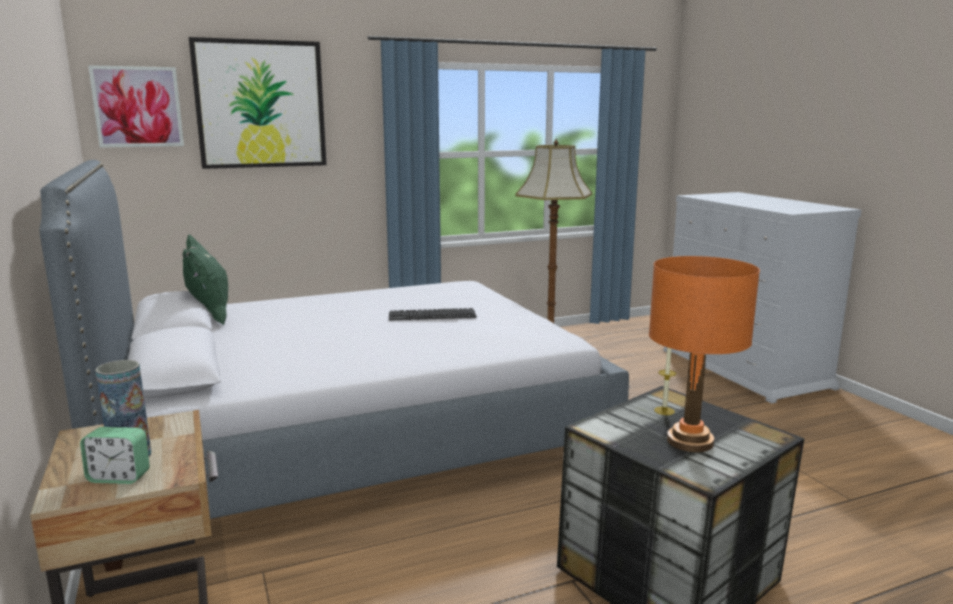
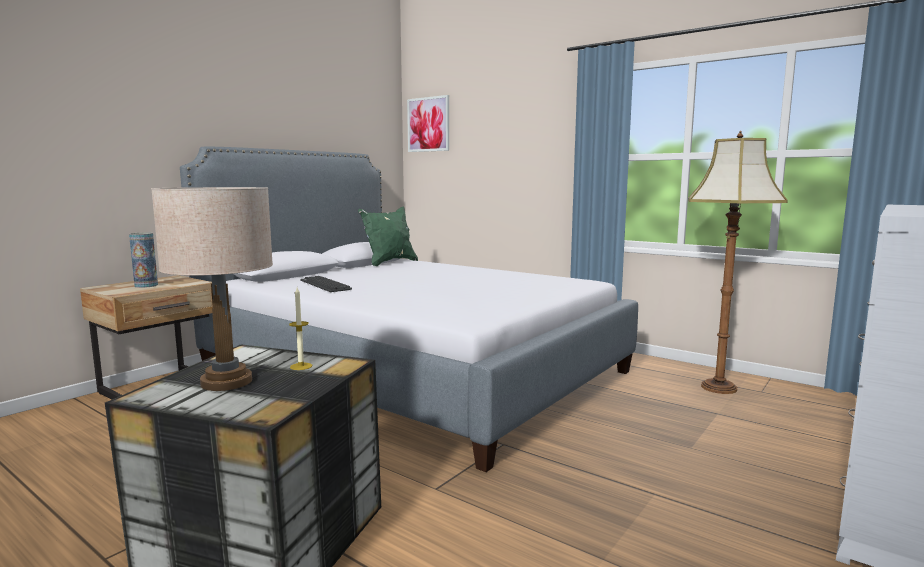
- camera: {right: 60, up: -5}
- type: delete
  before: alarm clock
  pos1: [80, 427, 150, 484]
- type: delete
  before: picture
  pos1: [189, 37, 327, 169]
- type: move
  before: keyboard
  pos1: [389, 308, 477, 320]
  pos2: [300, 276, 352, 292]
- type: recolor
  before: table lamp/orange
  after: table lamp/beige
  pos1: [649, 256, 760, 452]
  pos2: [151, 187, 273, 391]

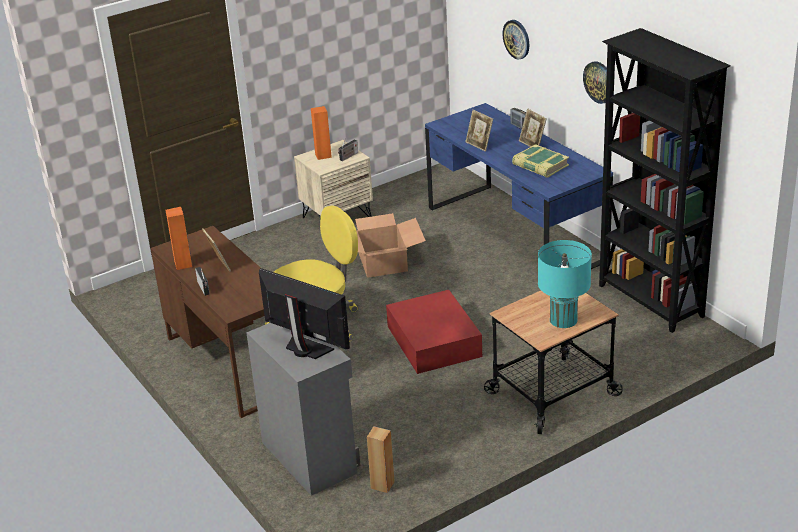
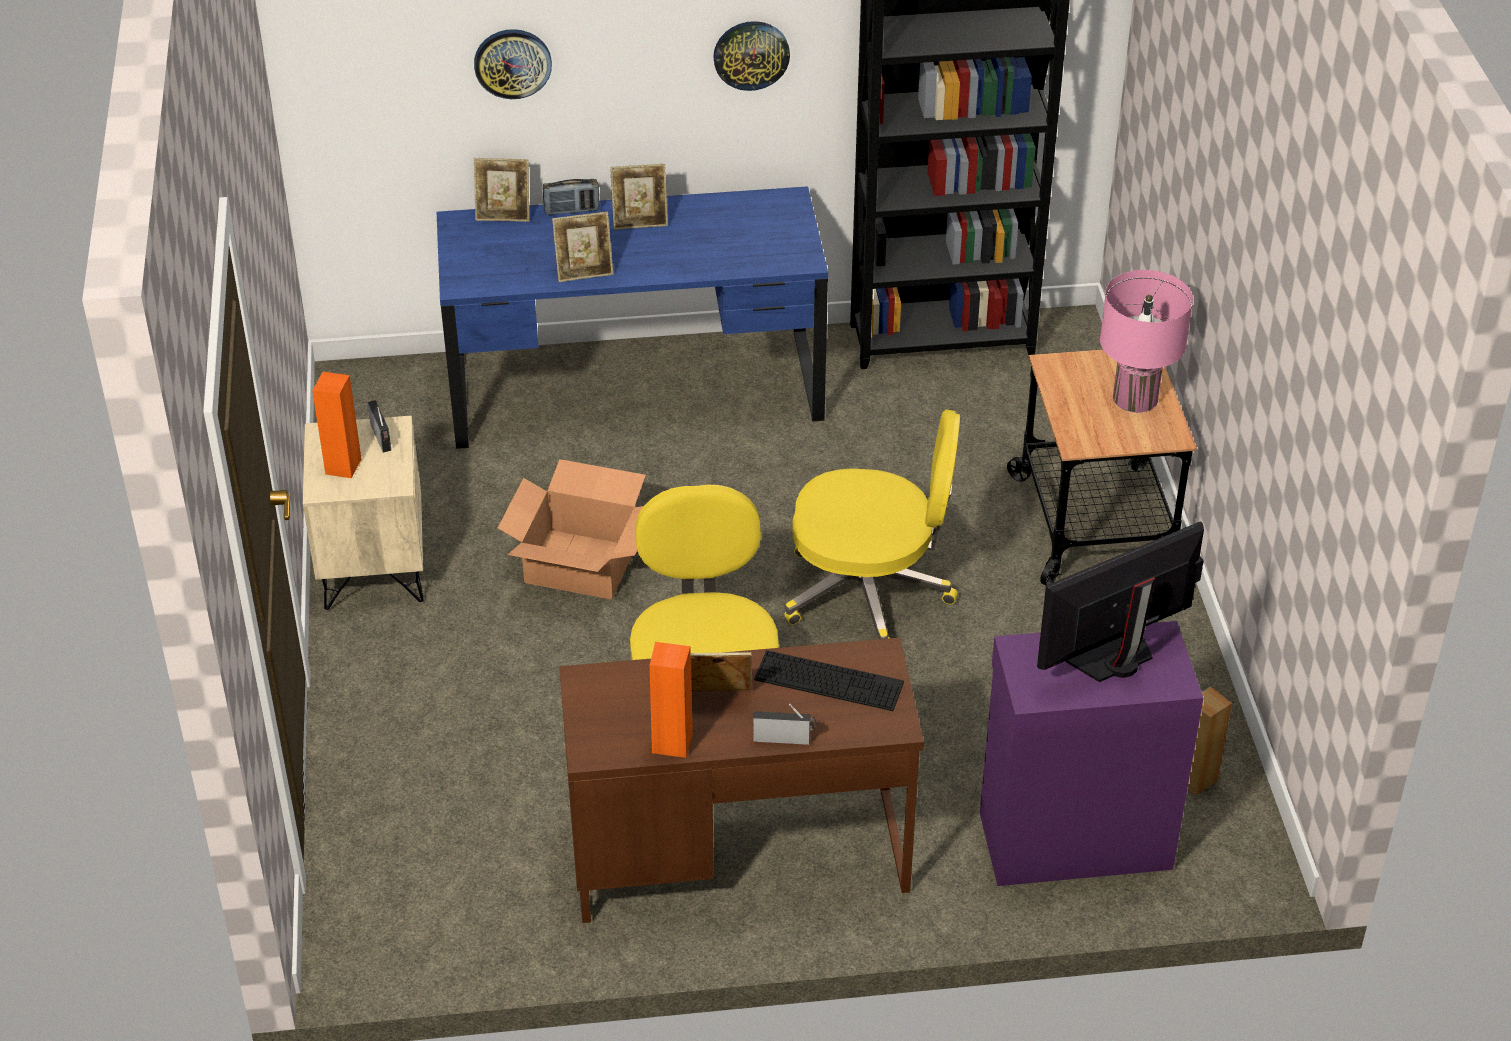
- camera: {right: -65, up: 10}
- type: recolor
  before: cabinet/grey
  after: cabinet/purple
  pos1: [246, 323, 361, 496]
  pos2: [980, 621, 1203, 886]
- type: replace
  before: storage box/red
  after: office chair/yellow
  pos1: [386, 290, 482, 374]
  pos2: [784, 409, 960, 639]
- type: delete
  before: book
  pos1: [512, 144, 569, 178]
- type: recolor
  before: table lamp/turquoise
  after: table lamp/pink
  pos1: [538, 240, 592, 328]
  pos2: [1100, 270, 1193, 413]
- type: insert
  after: picture frame
  pos2: [474, 158, 530, 222]
- type: insert
  after: keyboard
  pos2: [754, 650, 904, 711]

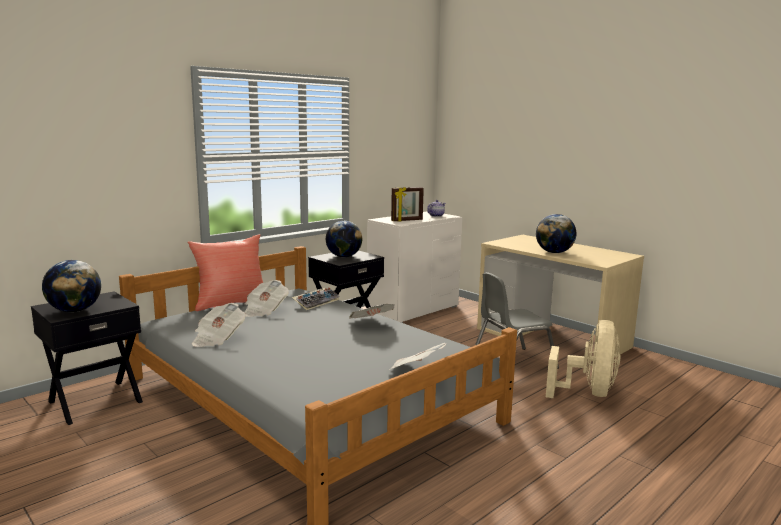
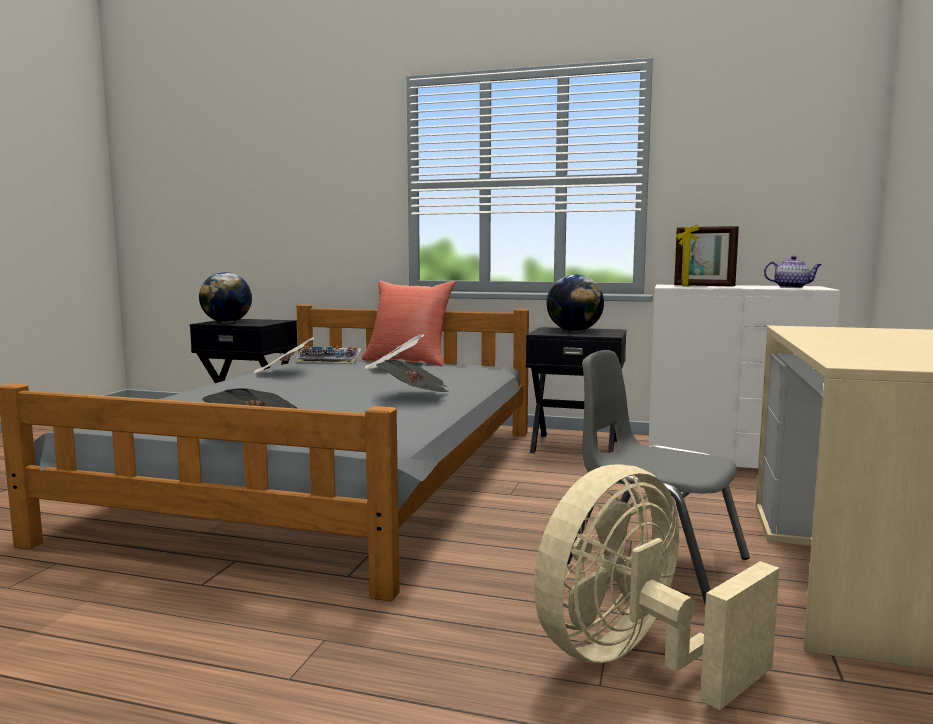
- camera: {right: 60, up: -5}
- type: move
  before: keyboard
  pos1: [292, 287, 340, 310]
  pos2: [296, 346, 361, 363]
- type: delete
  before: globe
  pos1: [536, 214, 576, 253]
- type: rotate
  before: fan/beige
  pos1: [546, 320, 620, 398]
  pos2: [534, 464, 780, 710]
  turn: 150

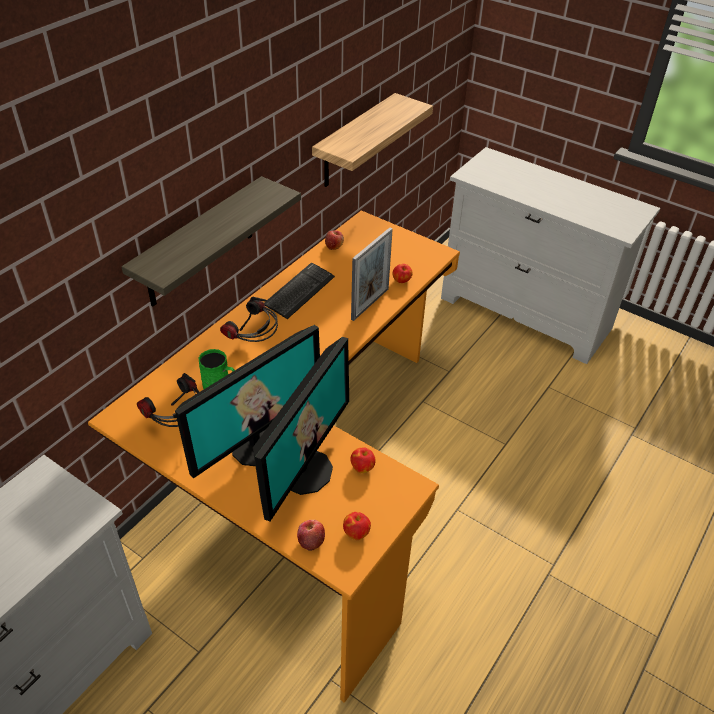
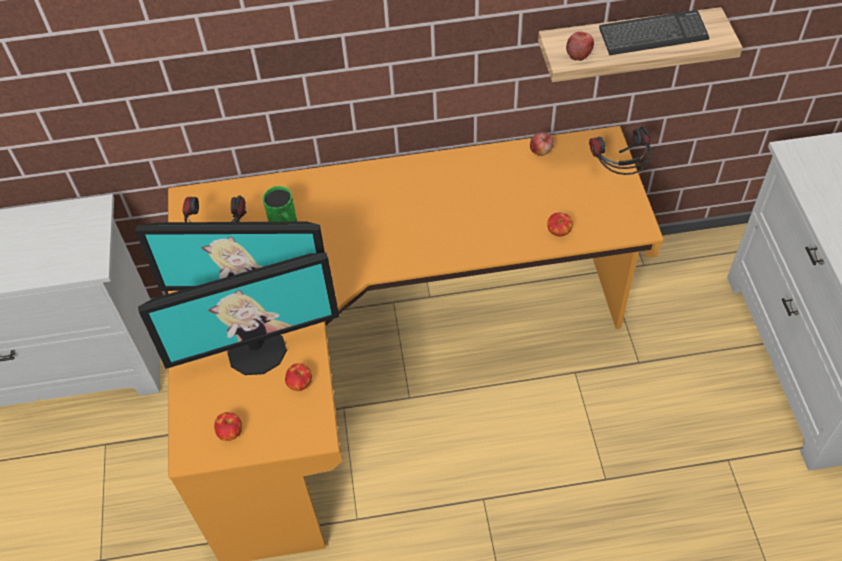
- camera: {right: 50, up: 10}
- type: delete
  before: shelf
  pos1: [121, 176, 301, 307]
- type: move
  before: headphones
  pos1: [220, 297, 278, 342]
  pos2: [589, 126, 651, 175]
- type: move
  before: keyboard
  pos1: [264, 263, 335, 319]
  pos2: [599, 10, 710, 55]
- type: move
  before: apple
  pos1: [297, 520, 325, 551]
  pos2: [566, 31, 594, 61]
- type: delete
  before: picture frame
  pos1: [351, 227, 393, 321]

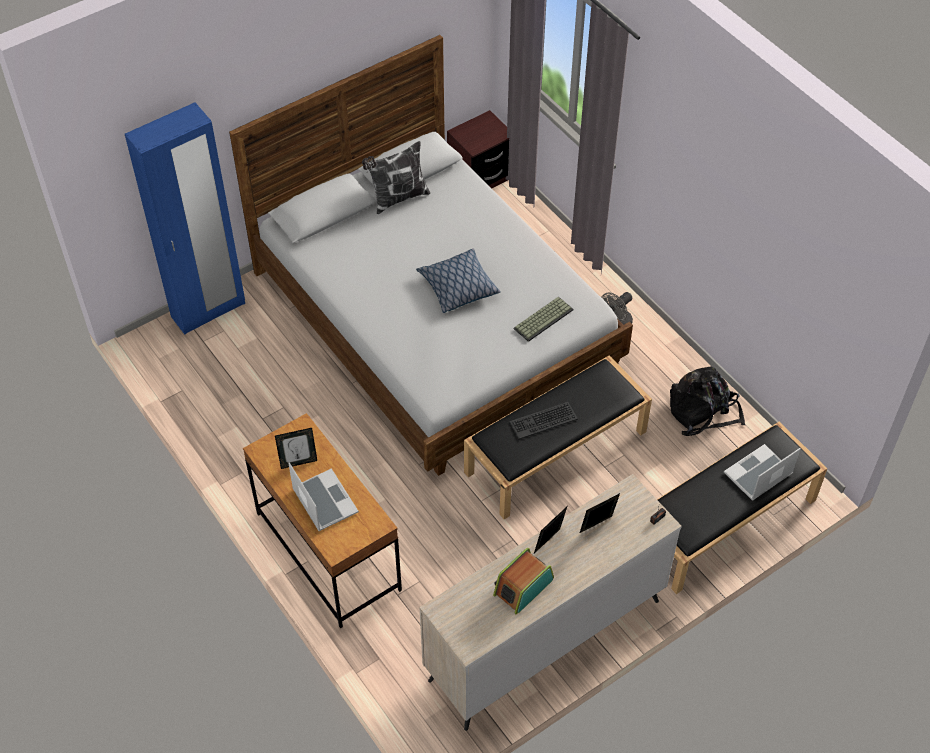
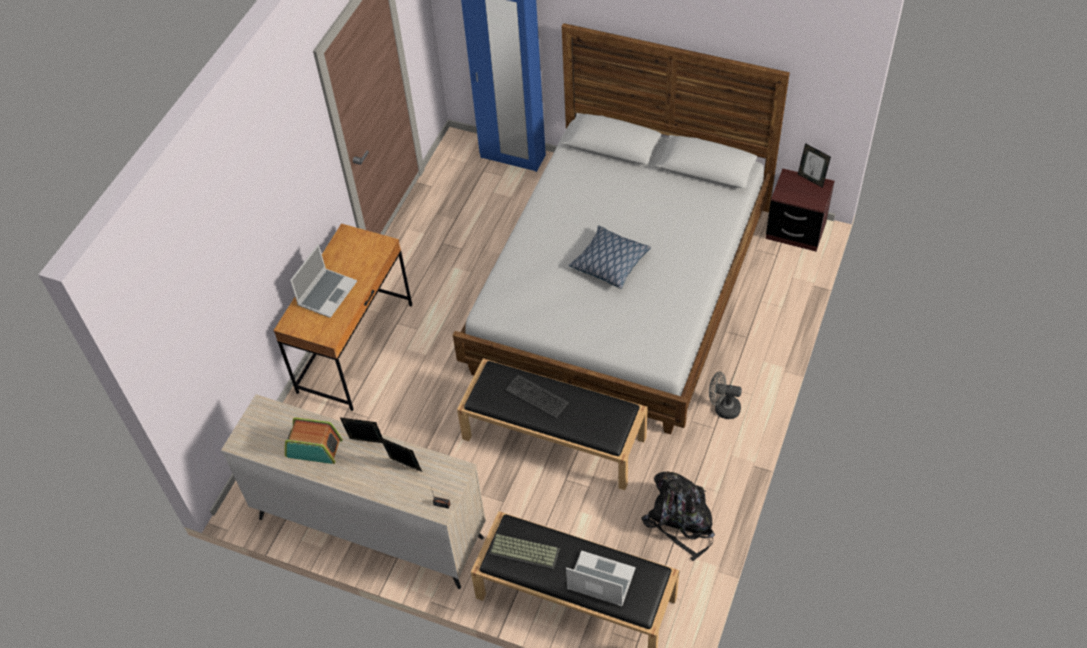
- camera: {right: 60, up: 0}
- type: move
  before: picture frame
  pos1: [275, 428, 317, 469]
  pos2: [798, 143, 831, 188]
- type: delete
  before: pillow
  pos1: [362, 141, 430, 214]
- type: move
  before: keyboard
  pos1: [514, 297, 573, 342]
  pos2: [489, 534, 560, 570]

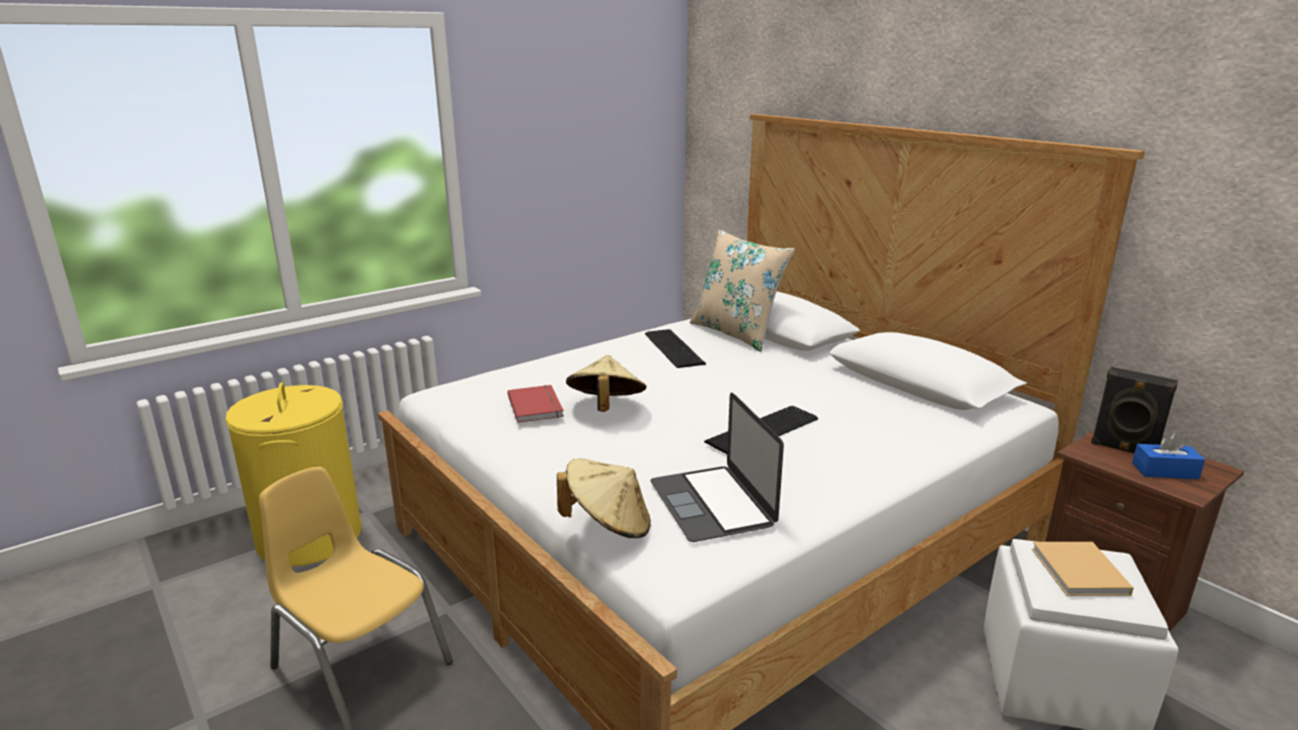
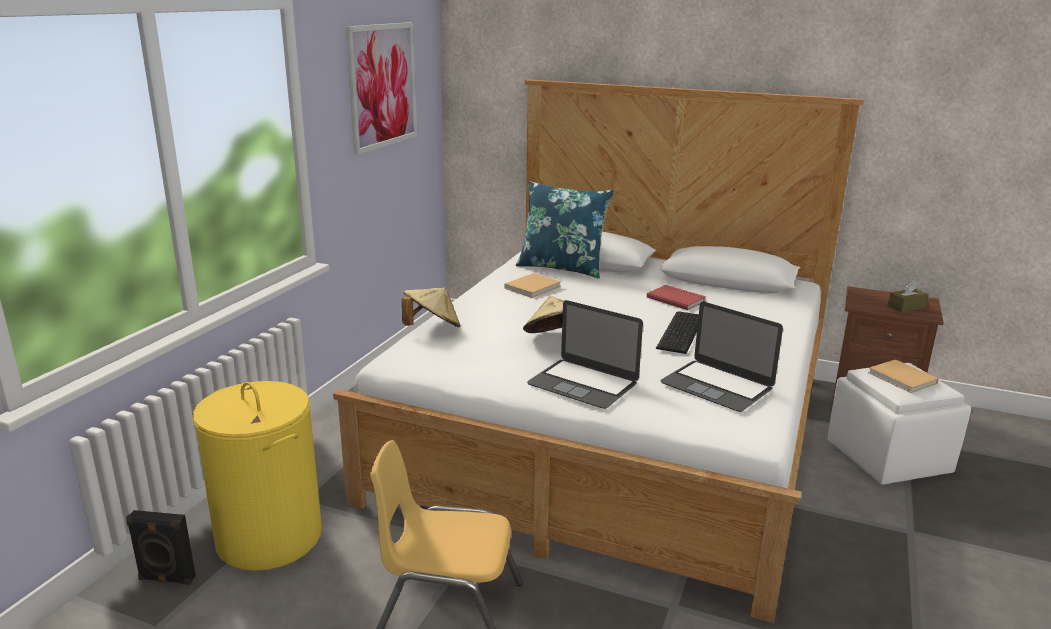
- camera: {right: -30, up: 0}
- type: move
  before: book/red
  pos1: [507, 385, 564, 423]
  pos2: [647, 285, 706, 310]
- type: move
  before: hat/beige
  pos1: [557, 458, 651, 538]
  pos2: [402, 287, 461, 327]
- type: replace
  before: keyboard
  after: book/beige
  pos1: [645, 329, 706, 368]
  pos2: [504, 273, 561, 298]
- type: recolor
  before: pillow/beige
  after: pillow/blue
  pos1: [690, 229, 795, 352]
  pos2: [516, 181, 614, 279]
- type: move
  before: speaker/black
  pos1: [1091, 367, 1178, 453]
  pos2: [126, 510, 196, 585]
- type: recolor
  before: tissue box/blue
  after: tissue box/brown
  pos1: [1132, 432, 1205, 479]
  pos2: [887, 280, 929, 312]
- type: insert
  after: picture
  pos2: [346, 22, 417, 155]
- type: insert
  after: laptop
  pos2: [527, 300, 643, 409]

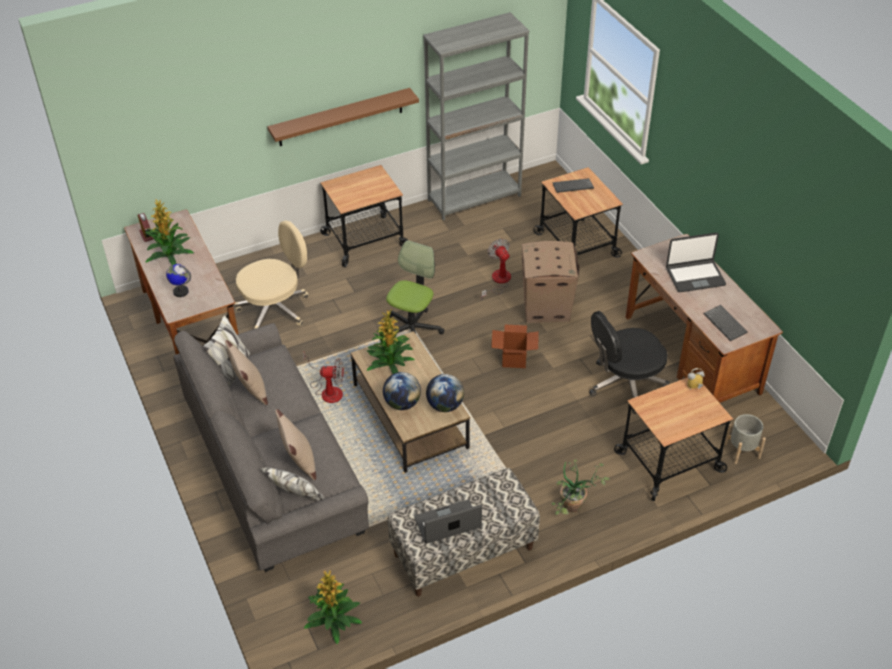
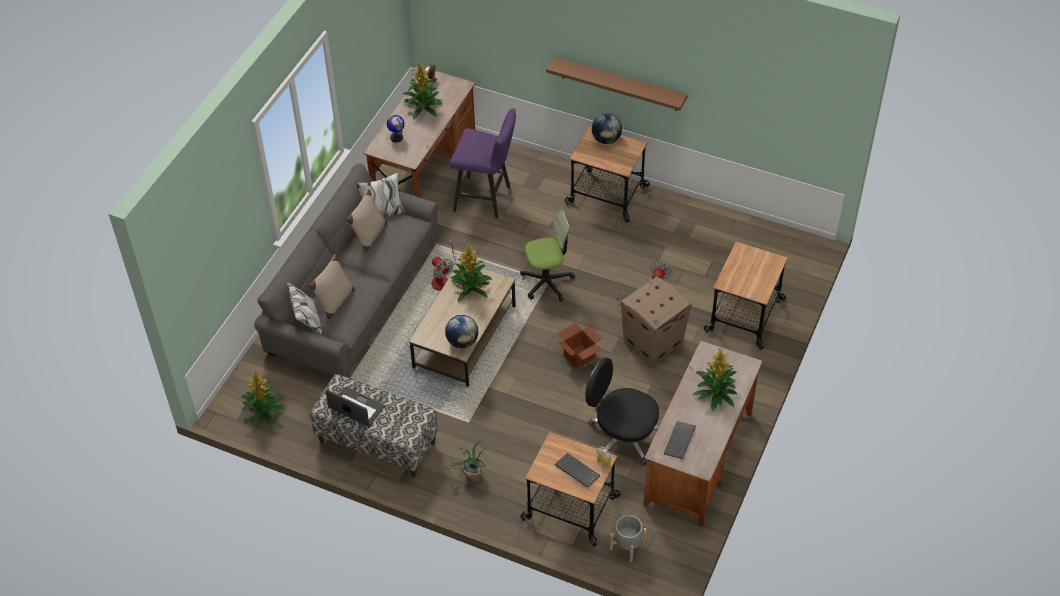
- camera: {right: 50, up: 5}
- type: replace
  before: office chair/beige
  after: stool/purple
  pos1: [234, 221, 309, 329]
  pos2: [450, 108, 516, 218]
- type: move
  before: globe
  pos1: [383, 372, 421, 410]
  pos2: [592, 114, 622, 144]
- type: delete
  before: bookcase/grey
  pos1: [423, 12, 529, 221]
- type: move
  before: keyboard
  pos1: [552, 178, 594, 193]
  pos2: [555, 453, 600, 488]
- type: replace
  before: laptop
  after: potted plant
  pos1: [666, 233, 726, 292]
  pos2: [692, 348, 737, 411]

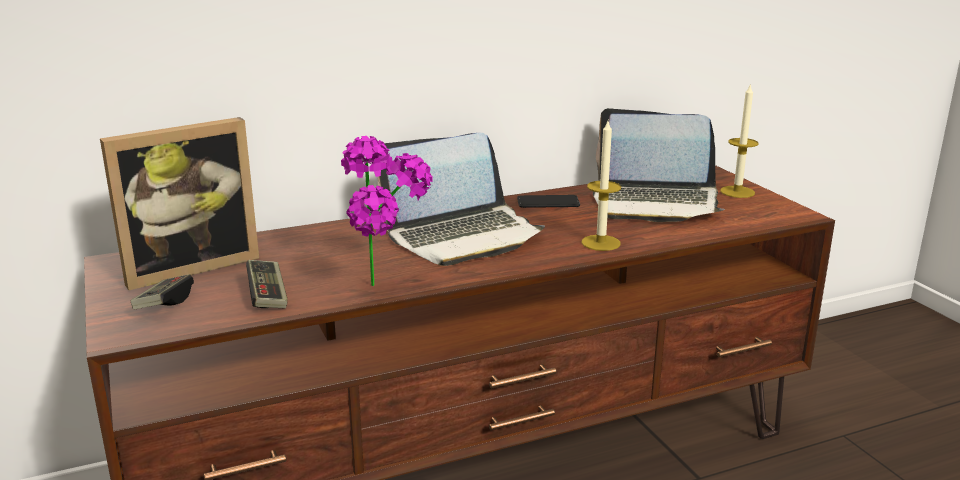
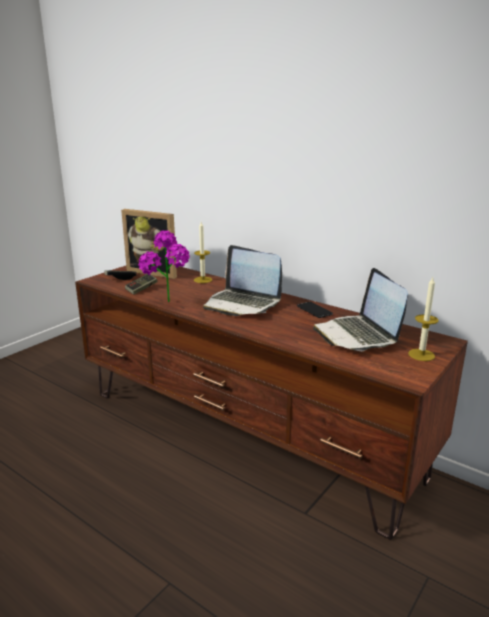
- camera: {right: 60, up: 0}
- type: move
  before: candle
  pos1: [581, 121, 621, 251]
  pos2: [194, 222, 212, 283]

